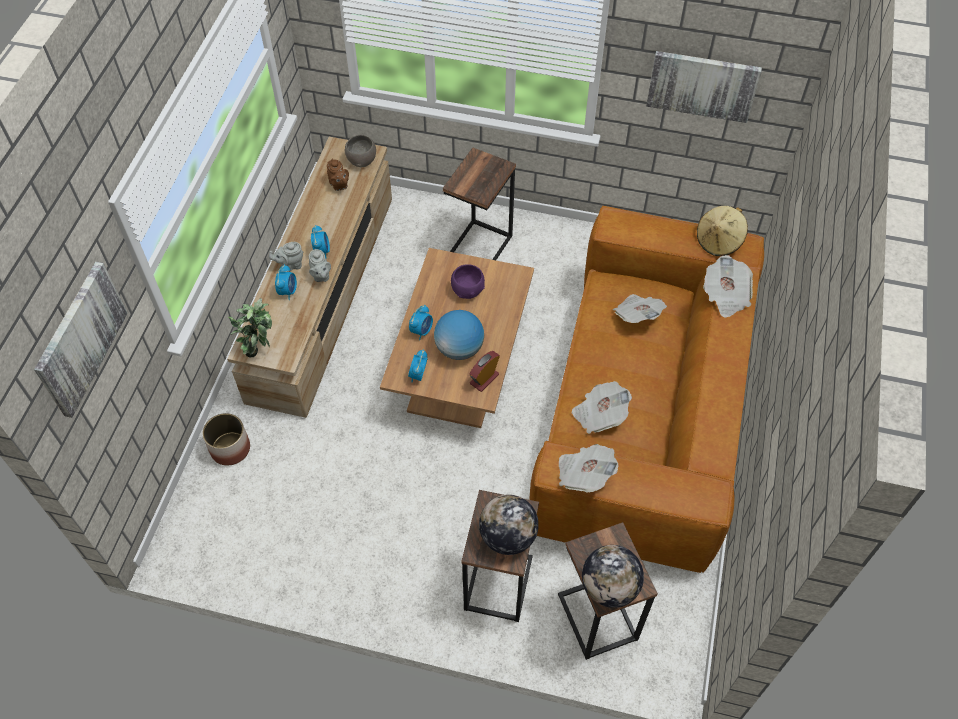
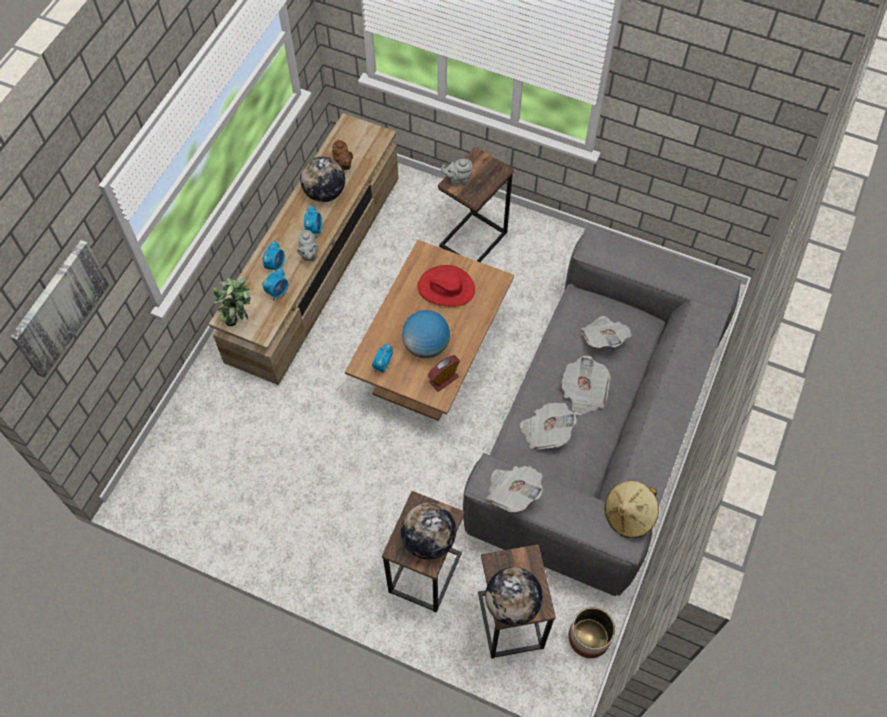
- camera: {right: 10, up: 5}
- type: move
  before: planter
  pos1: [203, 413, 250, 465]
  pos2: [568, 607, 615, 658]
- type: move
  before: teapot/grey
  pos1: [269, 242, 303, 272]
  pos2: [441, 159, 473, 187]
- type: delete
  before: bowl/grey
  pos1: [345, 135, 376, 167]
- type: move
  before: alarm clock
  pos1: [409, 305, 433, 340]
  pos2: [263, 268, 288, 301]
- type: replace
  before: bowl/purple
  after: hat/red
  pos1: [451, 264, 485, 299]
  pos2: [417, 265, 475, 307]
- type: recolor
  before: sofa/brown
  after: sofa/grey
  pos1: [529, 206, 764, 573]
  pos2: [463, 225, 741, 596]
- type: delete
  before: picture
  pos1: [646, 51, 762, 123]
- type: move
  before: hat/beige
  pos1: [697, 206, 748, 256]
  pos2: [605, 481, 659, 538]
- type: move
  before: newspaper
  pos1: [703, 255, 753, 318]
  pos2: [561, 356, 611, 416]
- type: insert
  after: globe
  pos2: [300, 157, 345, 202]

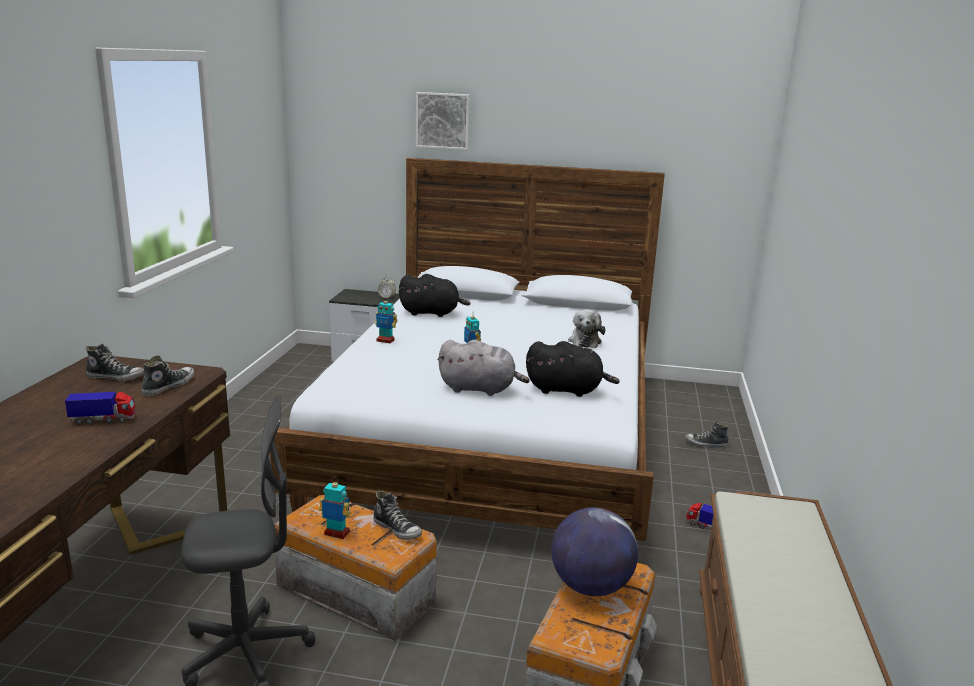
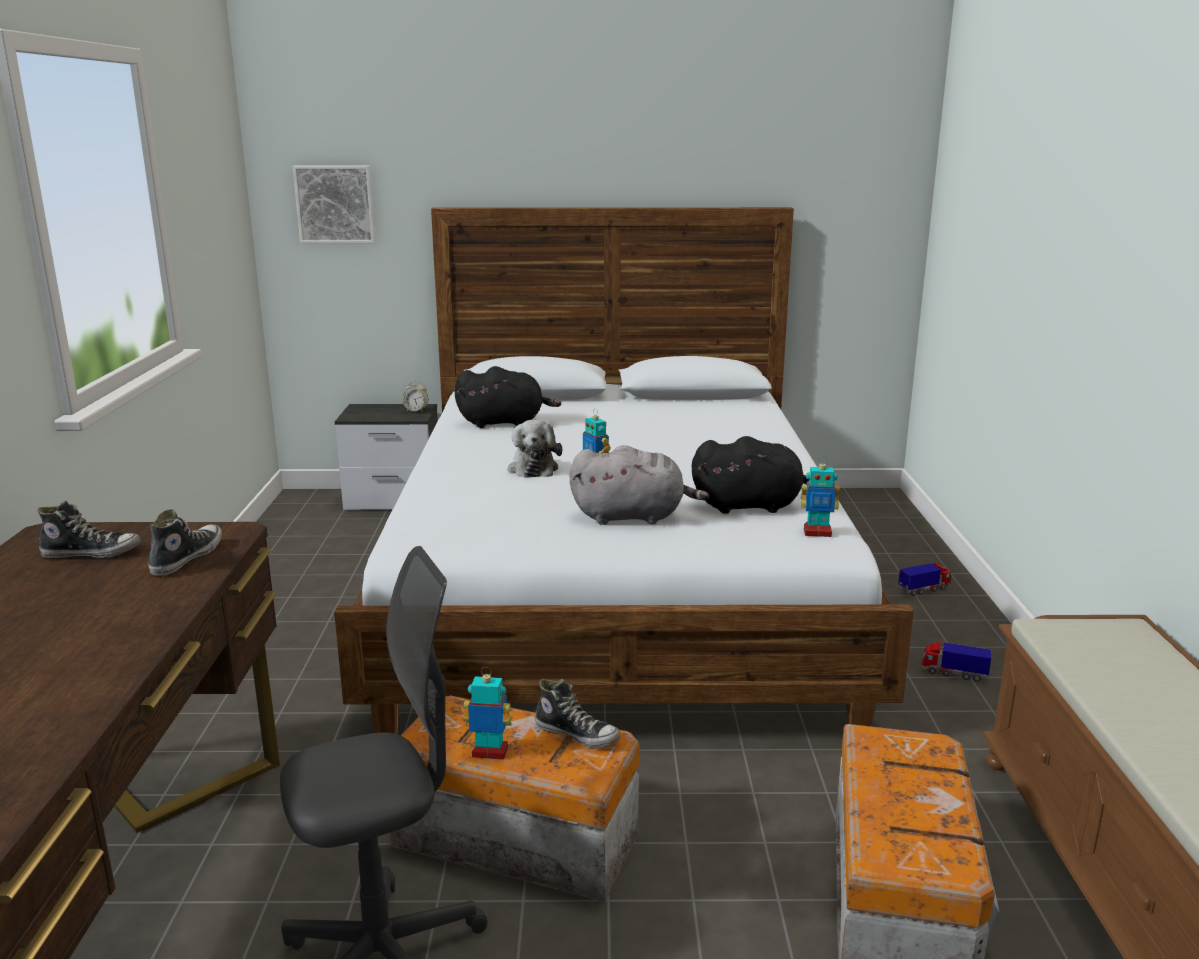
- camera: {right: -10, up: 0}
- type: move
  before: toy truck
  pos1: [65, 392, 136, 425]
  pos2: [898, 563, 951, 596]
- type: move
  before: toy robot
  pos1: [375, 296, 397, 343]
  pos2: [801, 457, 840, 537]
- type: move
  before: picture
  pos1: [416, 92, 470, 150]
  pos2: [293, 166, 376, 243]
- type: delete
  before: globe
  pos1: [551, 507, 638, 596]
- type: move
  before: plush toy
  pos1: [568, 309, 605, 348]
  pos2: [508, 420, 562, 478]
- type: delete
  before: shoe
  pos1: [685, 421, 729, 448]

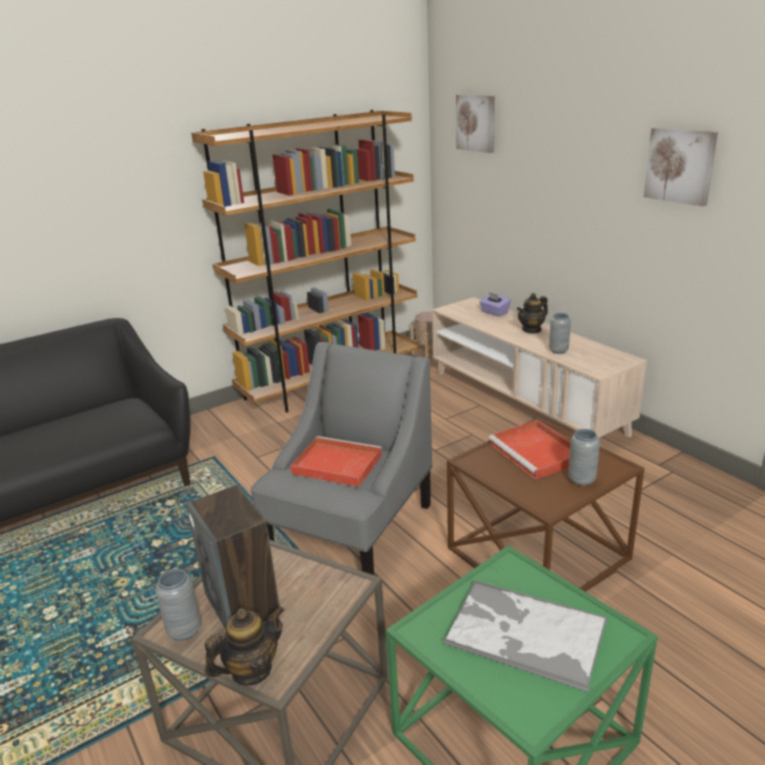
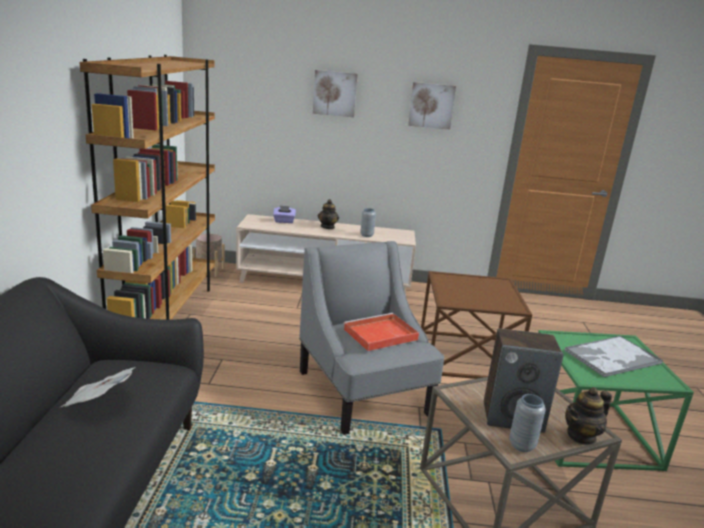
- camera: {right: -55, up: -5}
- type: rotate
  before: teapot
  pos1: [205, 606, 285, 685]
  pos2: [565, 387, 612, 445]
  turn: -120
- type: move
  before: picture
  pos1: [456, 95, 495, 153]
  pos2: [313, 70, 358, 117]
- type: delete
  before: tray/red
  pos1: [489, 420, 571, 480]
- type: delete
  before: vase/grey
  pos1: [568, 429, 600, 486]
- type: insert
  after: newspaper
  pos2: [61, 367, 136, 407]

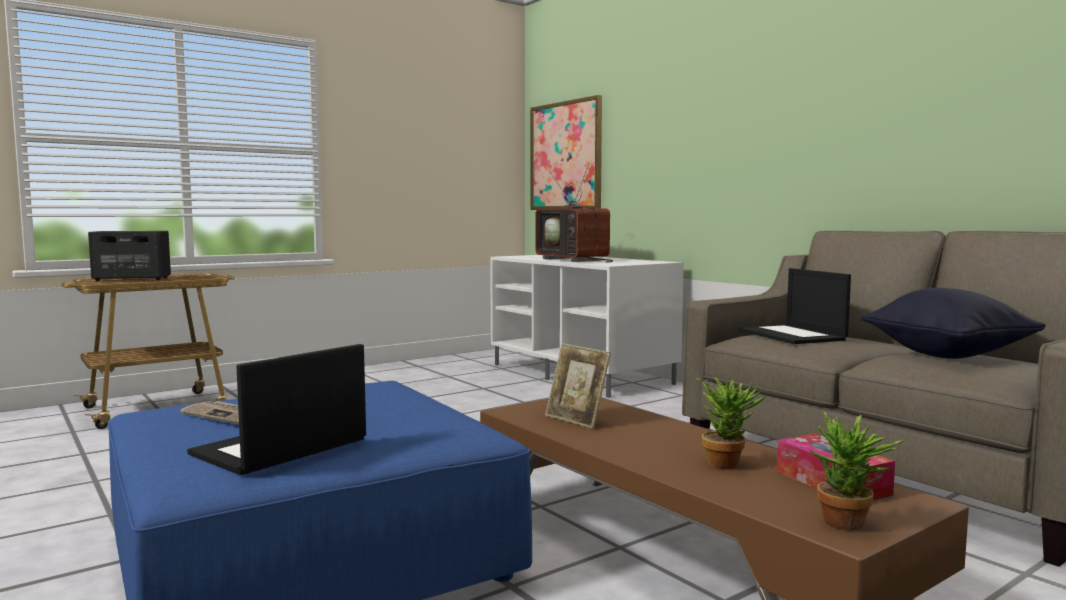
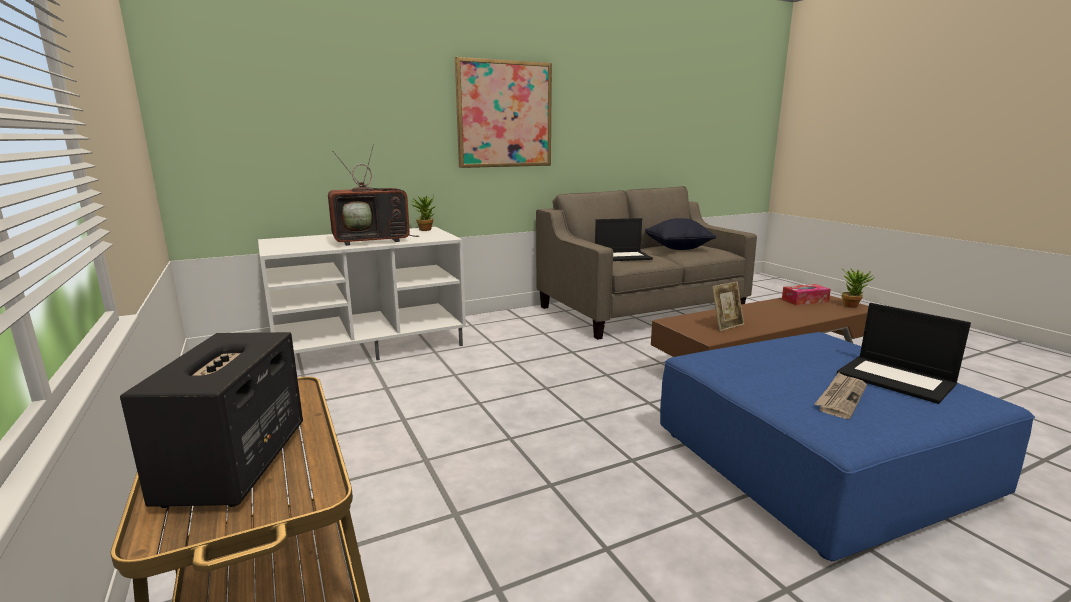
- camera: {right: -80, up: 10}
- type: move
  before: picture
  pos1: [530, 95, 602, 210]
  pos2: [455, 57, 552, 168]
- type: move
  before: potted plant
  pos1: [696, 377, 766, 469]
  pos2: [410, 195, 436, 231]

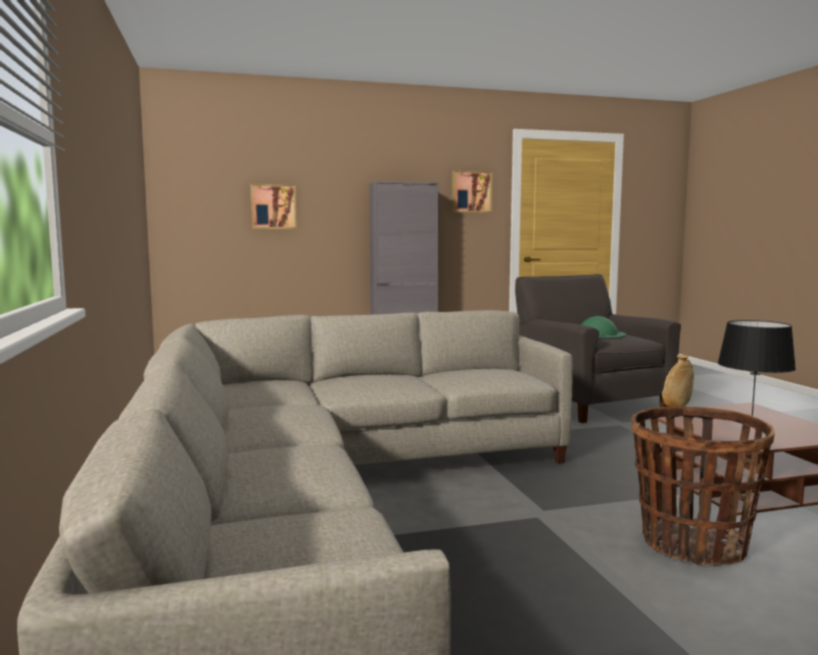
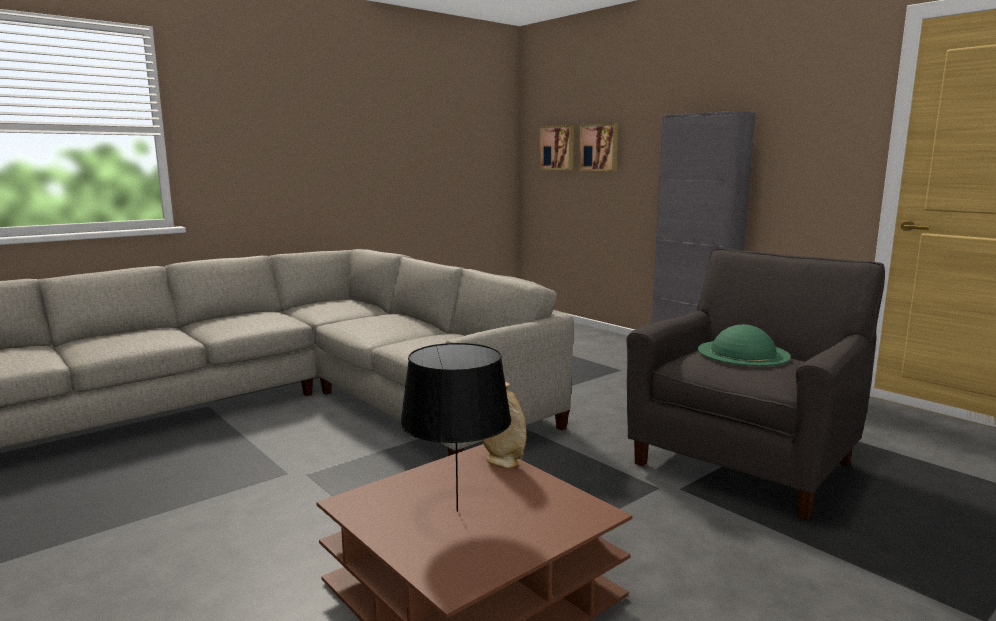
- camera: {right: 65, up: 5}
- type: move
  before: picture
  pos1: [452, 171, 492, 213]
  pos2: [539, 125, 574, 170]
- type: delete
  before: basket
  pos1: [631, 406, 775, 566]

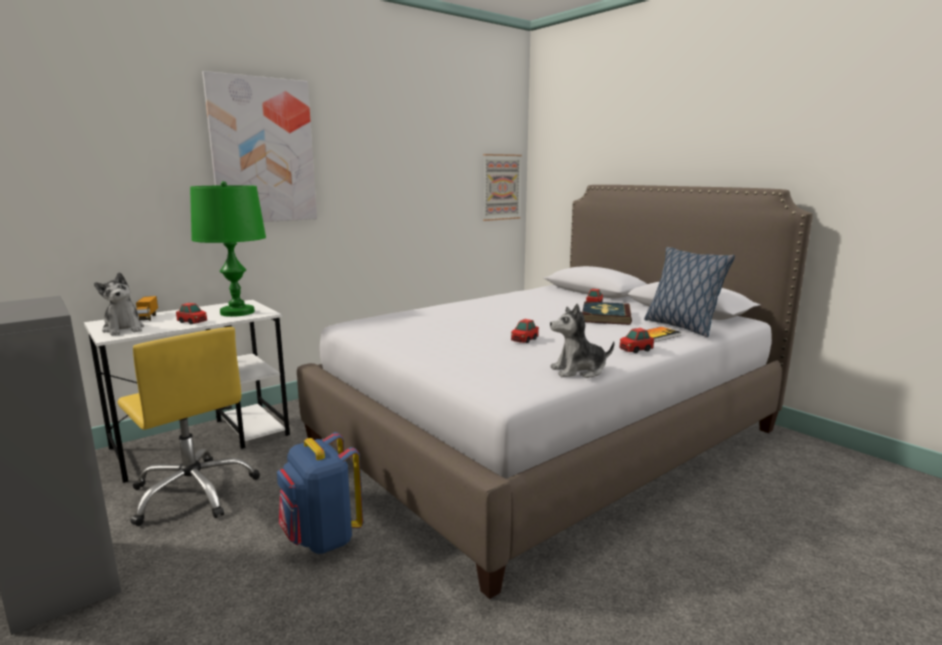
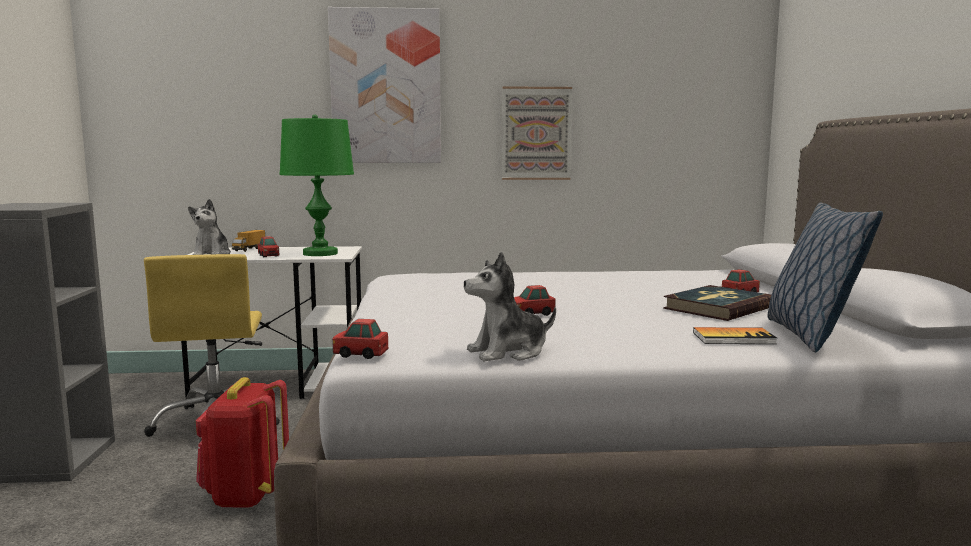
- camera: {right: 35, up: -5}
- type: recolor
  before: backpack/blue
  after: backpack/red
  pos1: [277, 432, 363, 554]
  pos2: [196, 377, 289, 508]
- type: move
  before: picture
  pos1: [483, 154, 522, 221]
  pos2: [502, 86, 572, 180]
- type: rotate
  before: plush toy
  pos1: [550, 303, 615, 378]
  pos2: [464, 252, 556, 362]
  turn: -45
- type: move
  before: toy car
  pos1: [619, 328, 654, 353]
  pos2: [332, 319, 388, 359]

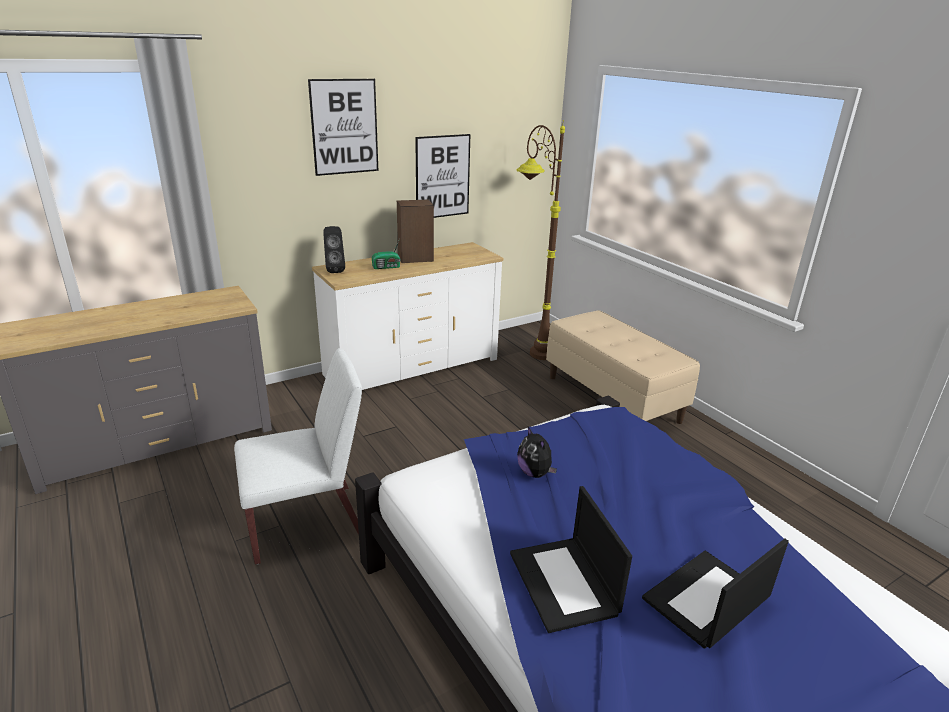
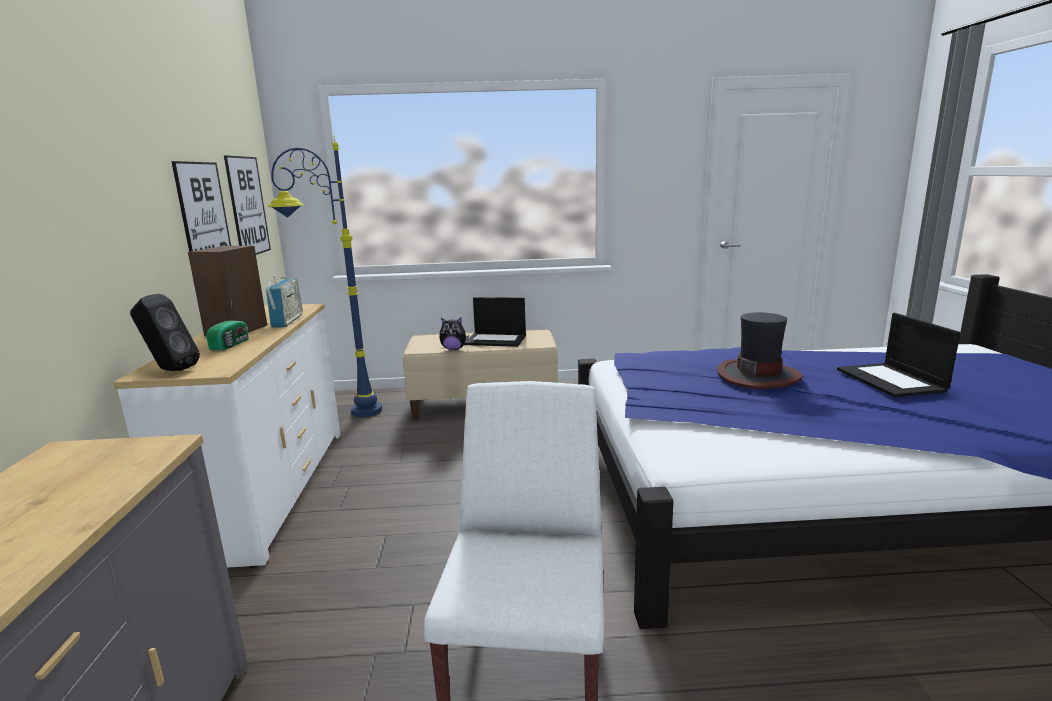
- camera: {right: -60, up: -10}
- type: move
  before: picture
  pos1: [308, 79, 378, 176]
  pos2: [224, 155, 271, 255]
- type: move
  before: laptop
  pos1: [510, 486, 632, 633]
  pos2: [464, 297, 526, 347]
- type: recolor
  before: floor lamp/brown
  after: floor lamp/blue
  pos1: [517, 120, 565, 360]
  pos2: [268, 136, 382, 417]
- type: move
  before: plush toy
  pos1: [517, 427, 557, 478]
  pos2: [439, 317, 469, 350]
- type: insert
  after: radio
  pos2: [266, 276, 303, 328]
- type: insert
  after: hat
  pos2: [717, 312, 803, 389]

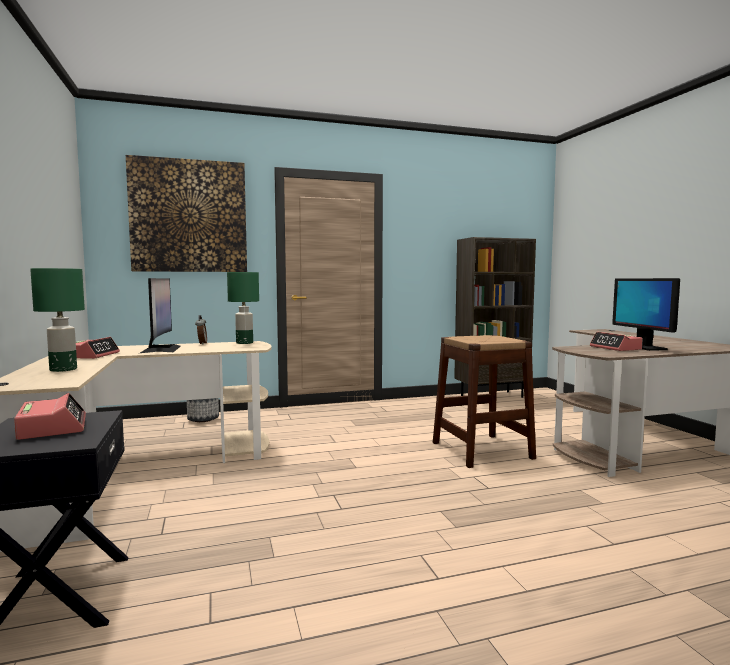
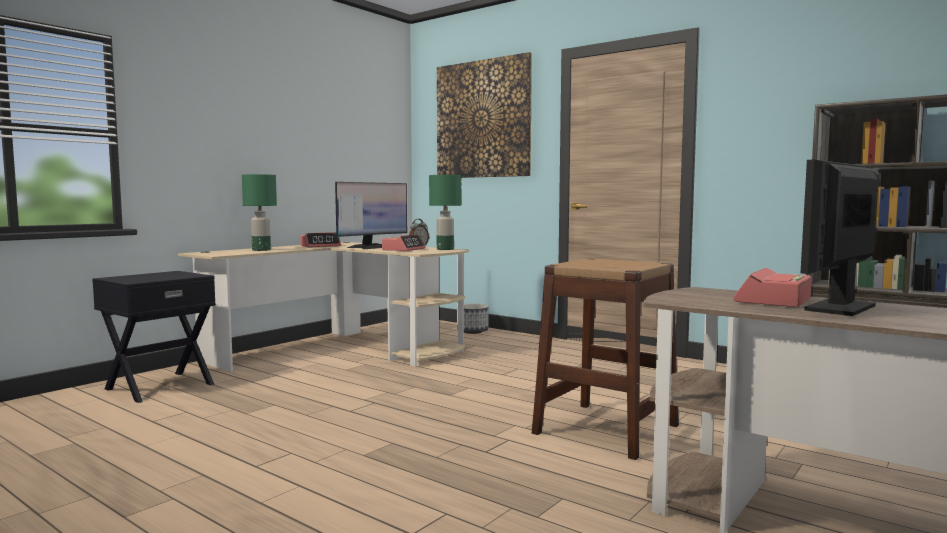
- camera: {right: 55, up: 0}
- type: move
  before: alarm clock
  pos1: [14, 393, 86, 440]
  pos2: [382, 234, 426, 251]

